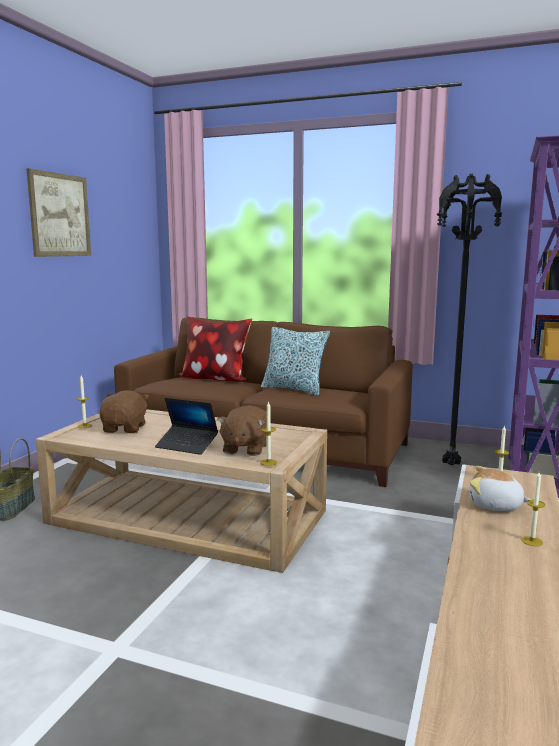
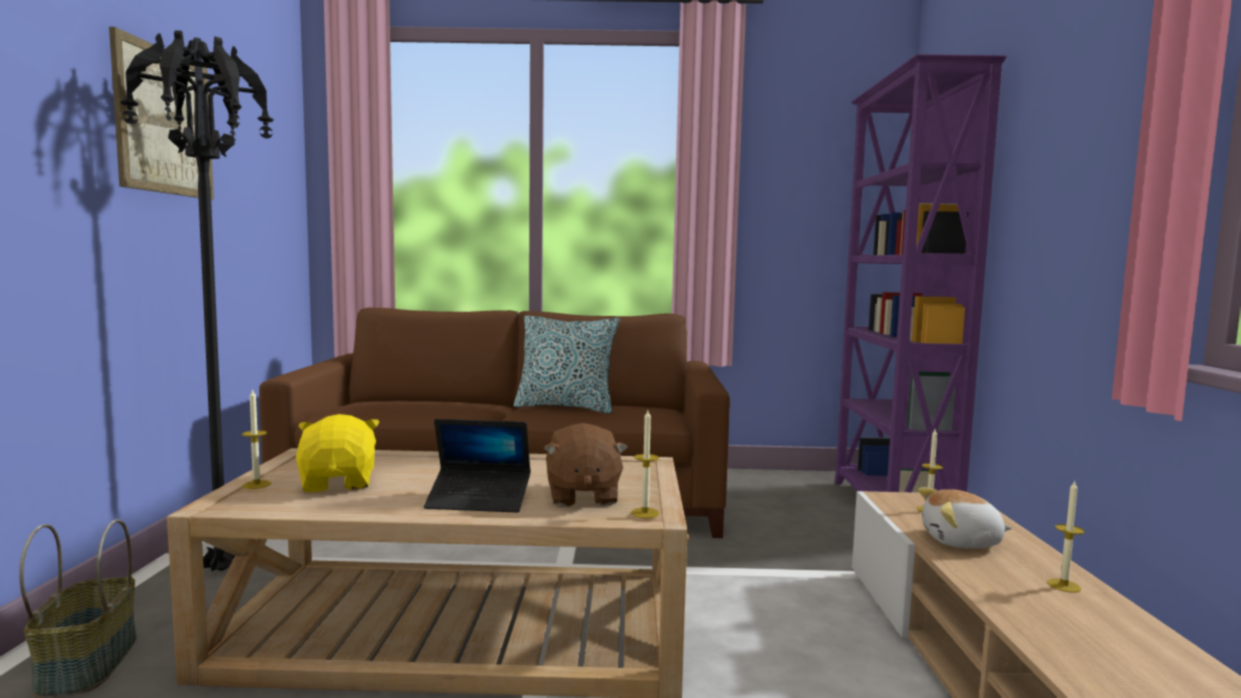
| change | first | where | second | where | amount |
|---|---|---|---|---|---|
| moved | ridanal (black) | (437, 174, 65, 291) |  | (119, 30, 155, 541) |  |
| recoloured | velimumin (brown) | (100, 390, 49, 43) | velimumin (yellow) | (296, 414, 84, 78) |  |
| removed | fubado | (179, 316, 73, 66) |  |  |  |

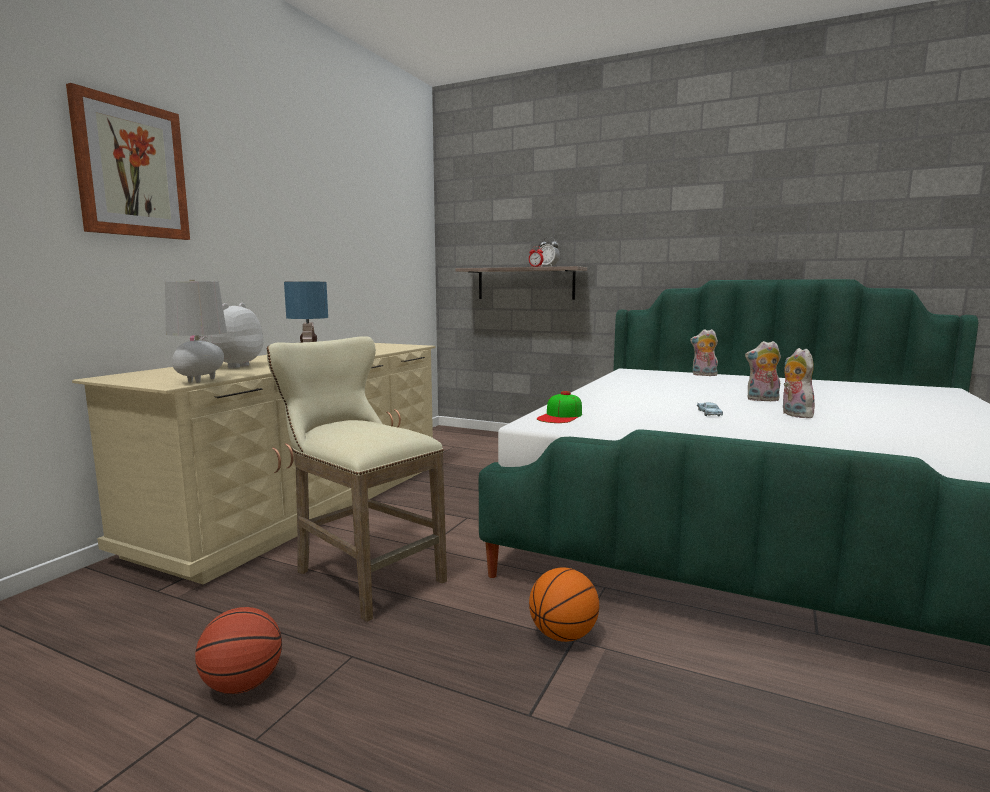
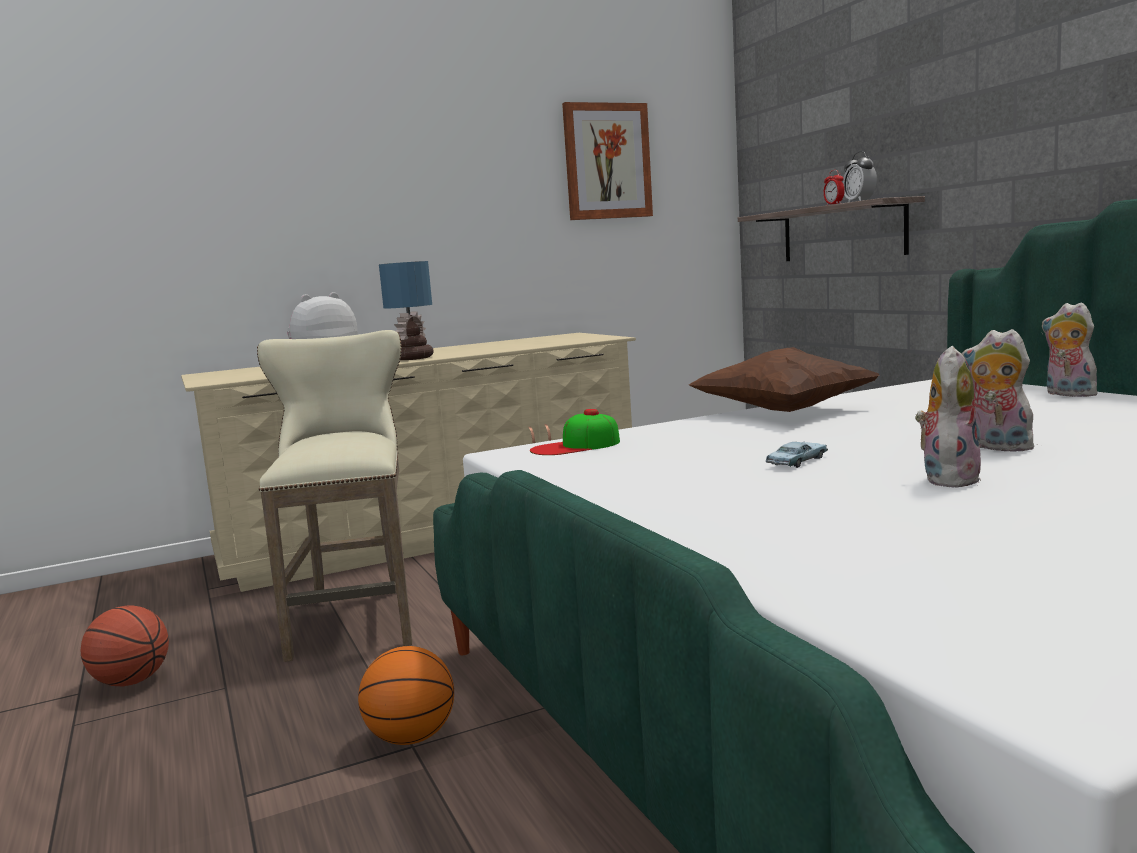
| change | first | where | second | where | amount |
|---|---|---|---|---|---|
| moved | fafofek | (66, 83, 124, 157) |  | (562, 102, 91, 118) |  |
| added |  |  | fubado (brown) | (689, 347, 191, 65) |  |
| removed | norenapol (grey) | (165, 280, 62, 103) |  |  |  |

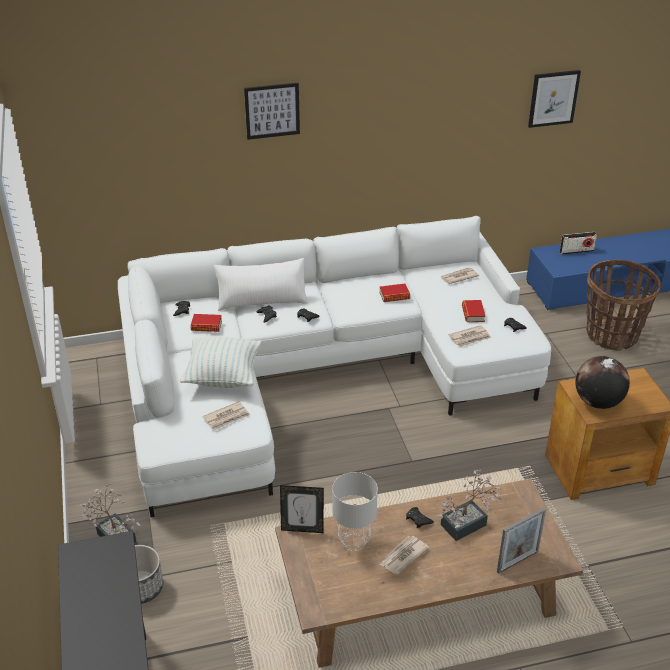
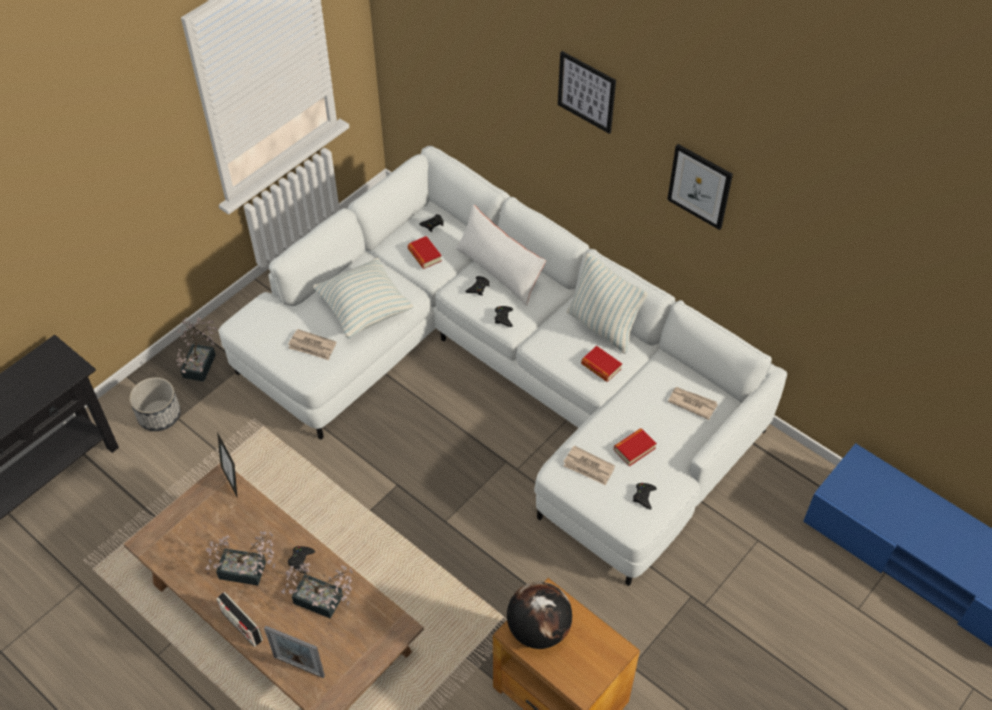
| change | first | where | second | where | amount |
|---|---|---|---|---|---|
| replaced | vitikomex | (379, 536, 50, 38) | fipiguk | (205, 531, 70, 55) |  |
| moved | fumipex | (560, 232, 37, 23) |  | (216, 592, 47, 55) |  |
| added |  |  | fubado | (567, 253, 81, 101) |  |
| moved | fafofek | (528, 70, 53, 58) |  | (667, 144, 66, 86) |  |
| removed | norenapol (grey) | (332, 472, 46, 79) |  |  |  |
| removed | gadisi | (586, 260, 75, 91) |  |  |  |

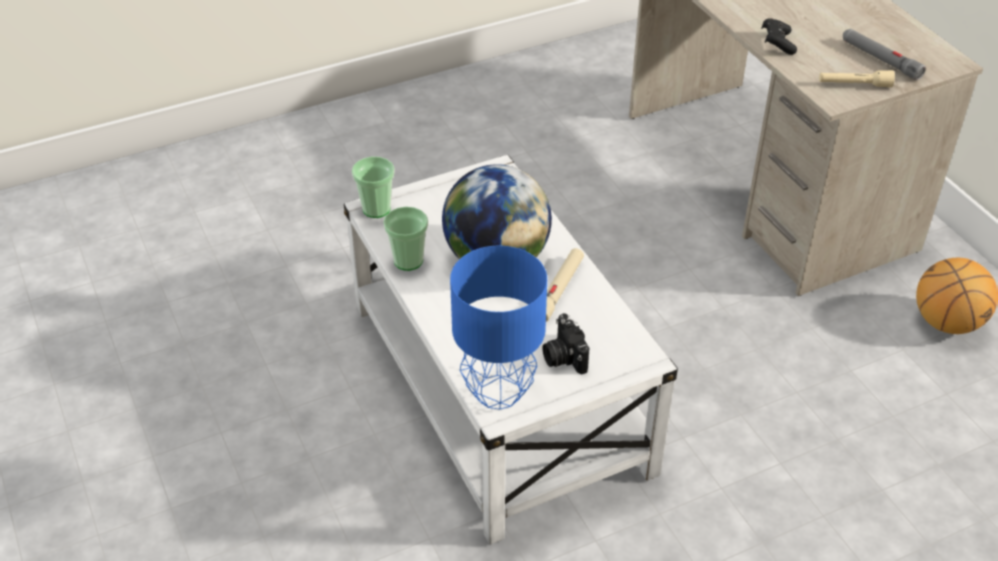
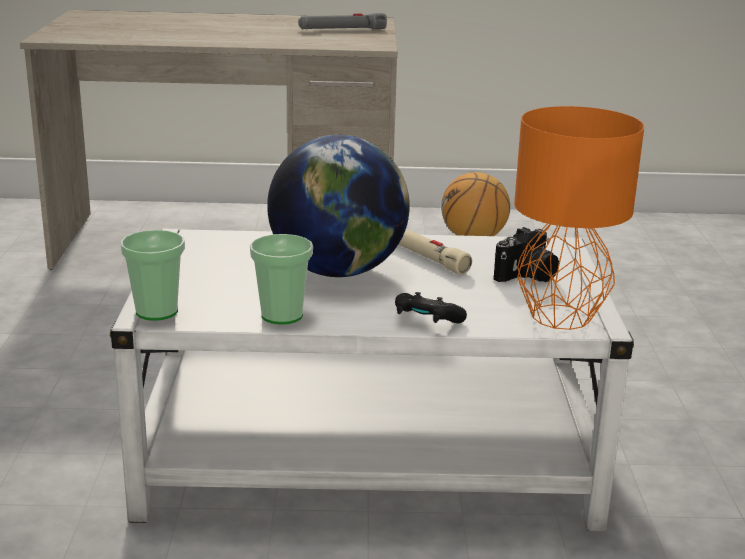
| change | first | where | second | where | amount |
|---|---|---|---|---|---|
| moved | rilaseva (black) | (761, 18, 36, 37) |  | (395, 292, 72, 32) |  |
| turned | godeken | (542, 313, 47, 61) |  | (494, 227, 65, 55) | 45 degrees counterclockwise |
| recoloured | norenapol (blue) | (450, 246, 97, 164) | norenapol (orange) | (514, 106, 130, 224) |  |
| removed | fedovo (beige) | (819, 70, 76, 18) |  |  |  |

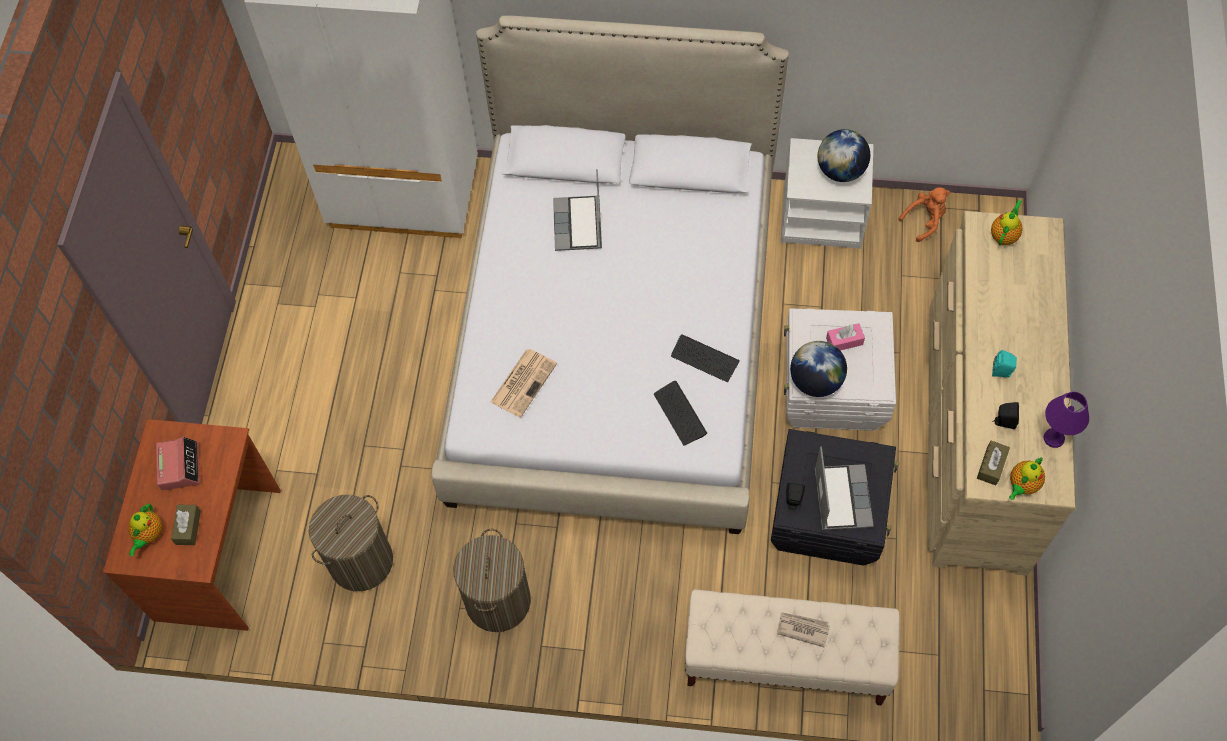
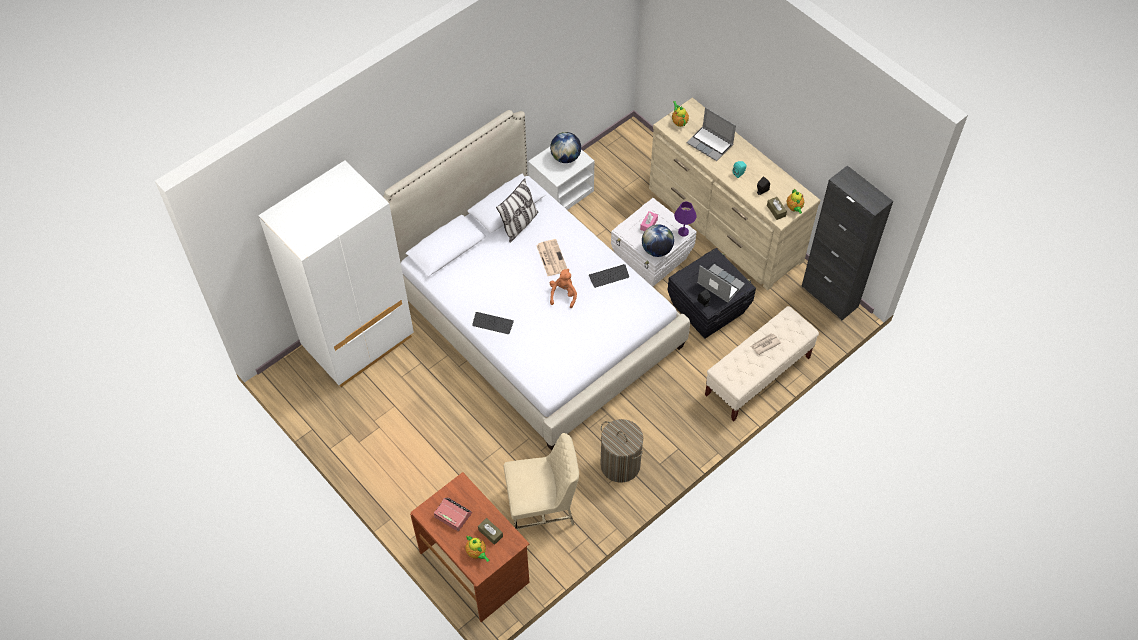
| change | first | where | second | where | amount |
|---|---|---|---|---|---|
| moved | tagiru | (654, 381, 53, 64) |  | (472, 312, 42, 22) |  |
| added |  |  | fubado | (496, 178, 43, 65) |  |
| replaced | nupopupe | (309, 495, 84, 96) | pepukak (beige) | (504, 433, 75, 98) |  |
| moved | vitikomex | (490, 349, 67, 69) |  | (536, 239, 31, 37) |  |
| moved | velimumin (orange) | (898, 187, 52, 55) |  | (550, 269, 27, 39) |  |
| moved | norenapol (purple) | (1044, 392, 45, 56) |  | (674, 201, 22, 35) |  |
| moved | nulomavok | (553, 169, 49, 82) |  | (687, 107, 49, 54) |  |
| added |  |  | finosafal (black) | (801, 165, 92, 155) |  |

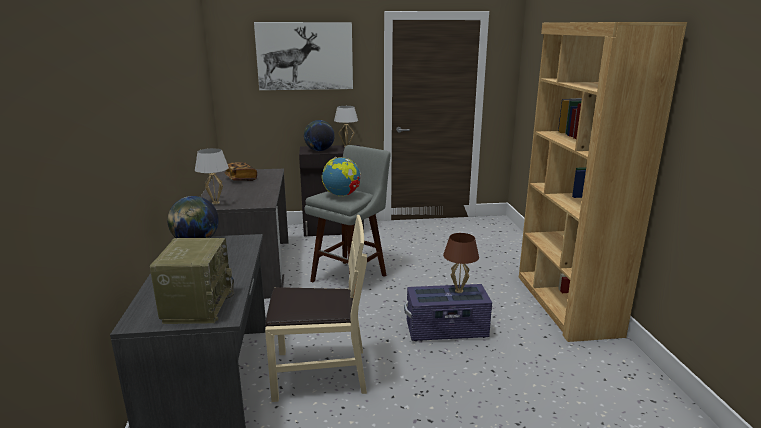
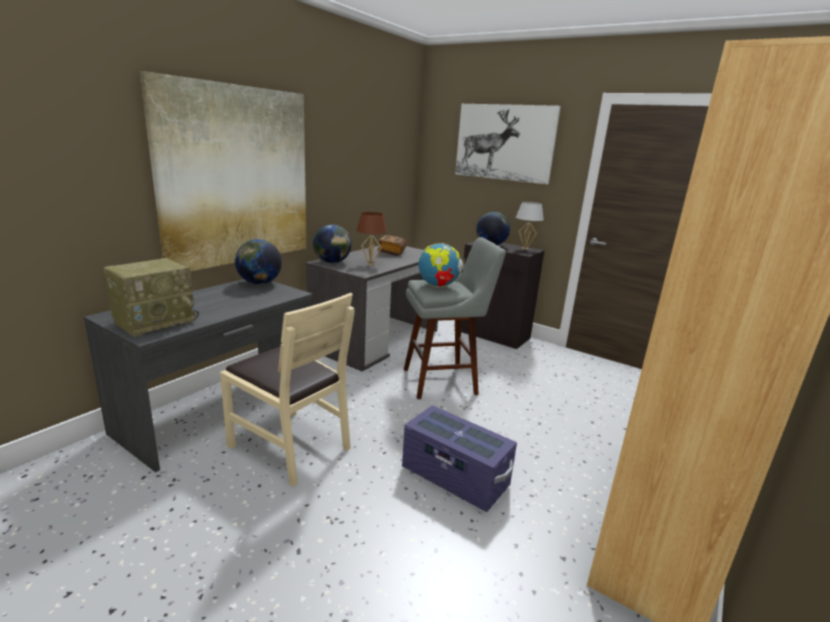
| change | first | where | second | where | amount |
|---|---|---|---|---|---|
| added |  |  | fafofek | (139, 71, 167, 200) |  |
| replaced | norenapol (white) | (195, 148, 34, 57) | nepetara | (313, 224, 39, 39) |  |
| moved | norenapol (brown) | (443, 233, 36, 60) |  | (356, 212, 31, 54) |  |

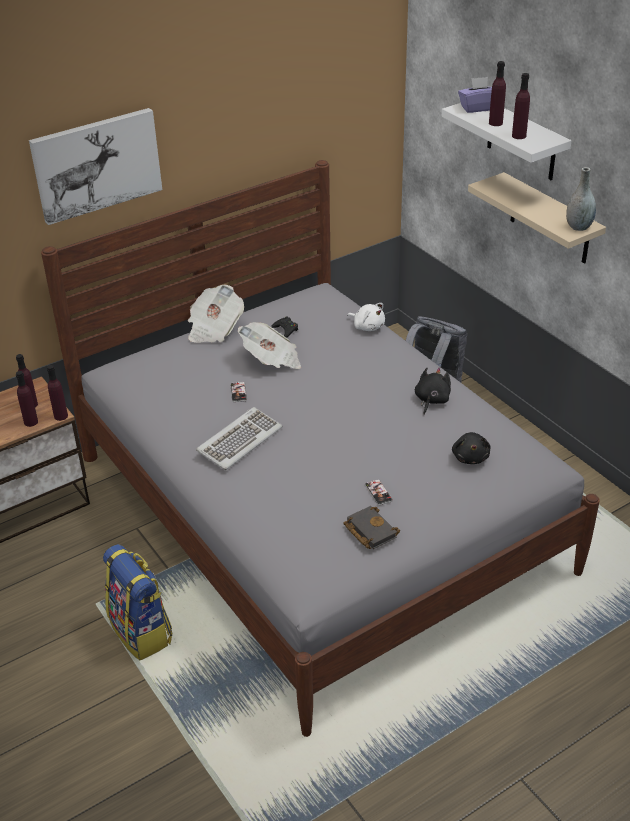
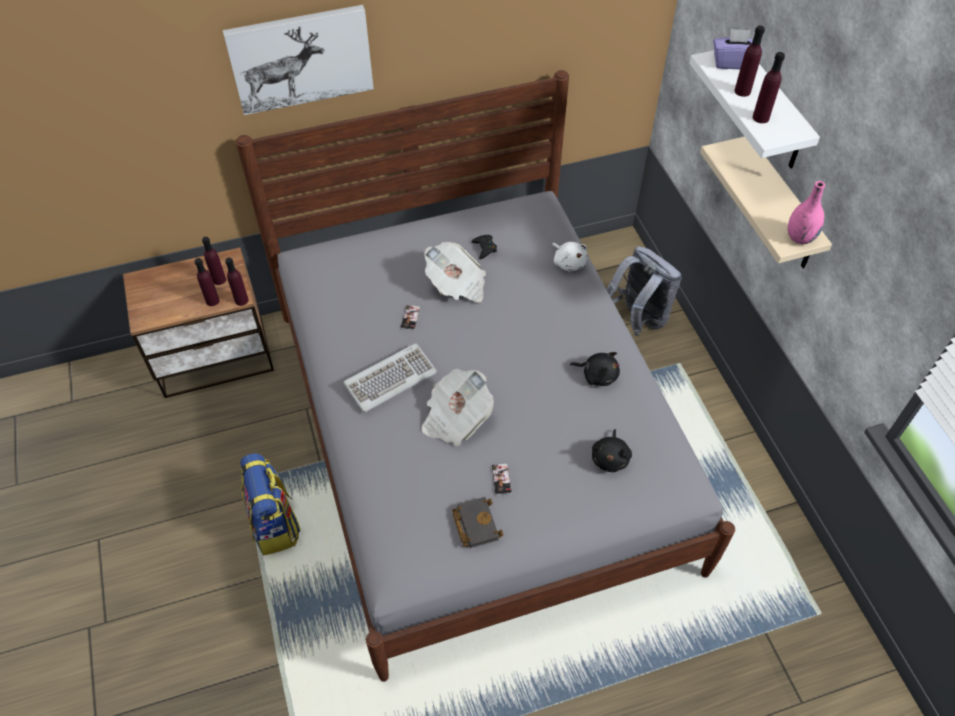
| change | first | where | second | where | amount |
|---|---|---|---|---|---|
| moved | vitikomex | (188, 284, 56, 59) |  | (421, 369, 73, 77) |  |
| turned | velimumin (black) | (415, 367, 36, 48) |  | (570, 352, 50, 34) | 75 degrees clockwise |
| recoloured | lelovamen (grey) | (566, 167, 30, 64) | lelovamen (pink) | (788, 181, 37, 63) |  |

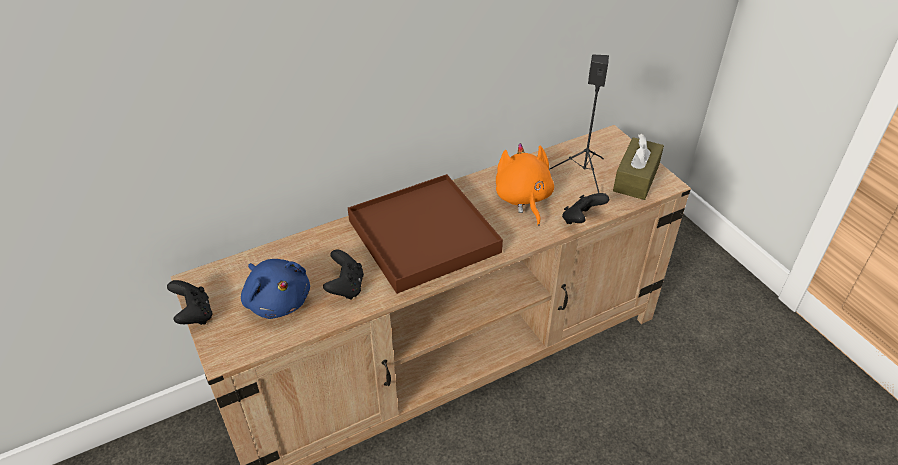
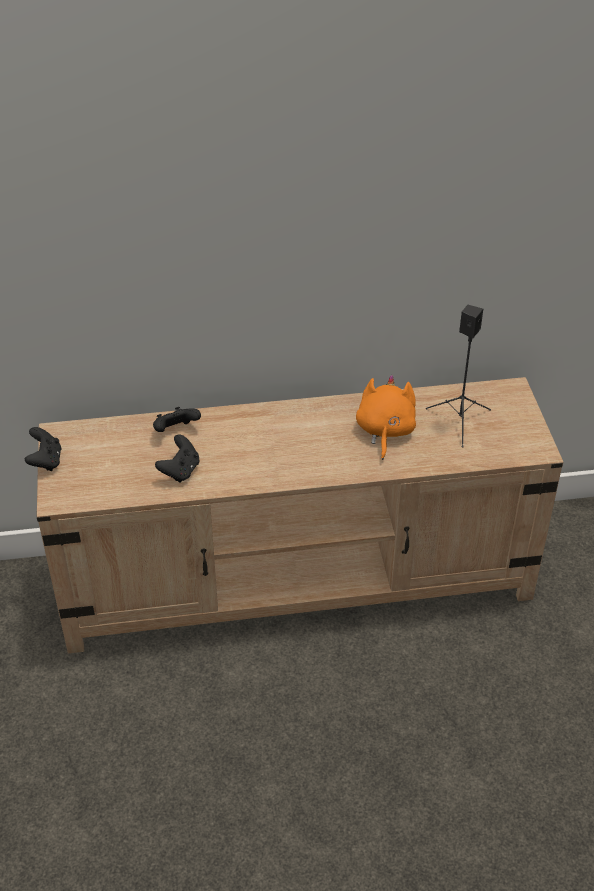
| change | first | where | second | where | amount |
|---|---|---|---|---|---|
| moved | rilaseva (black) | (562, 193, 47, 31) |  | (153, 407, 48, 25) |  |
| removed | velimumin (blue) | (241, 259, 69, 60) |  |  |  |
| removed | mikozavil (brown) | (348, 174, 155, 120) |  |  |  |
| removed | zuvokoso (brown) | (613, 134, 51, 66) |  |  |  |

